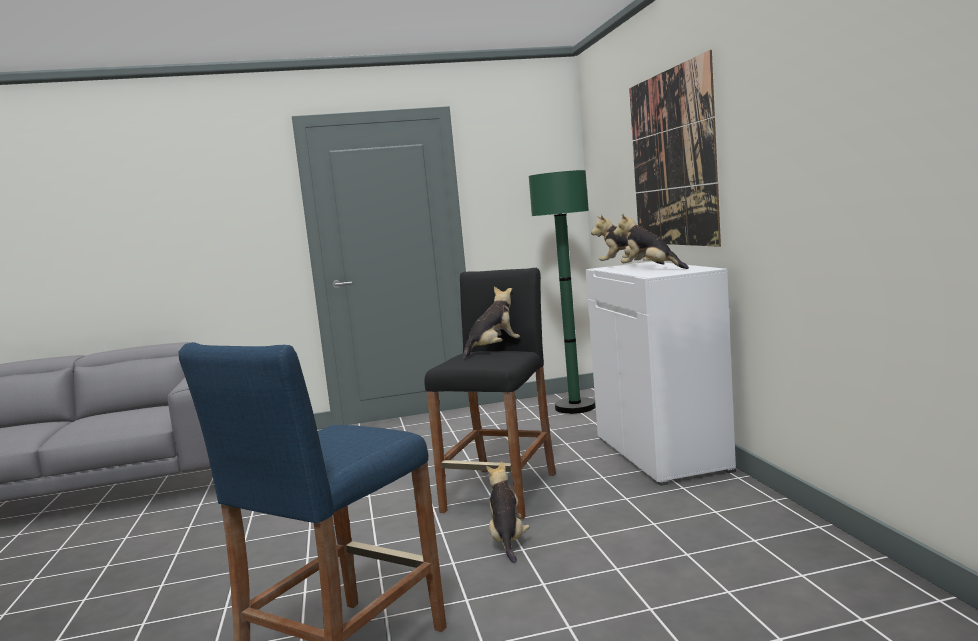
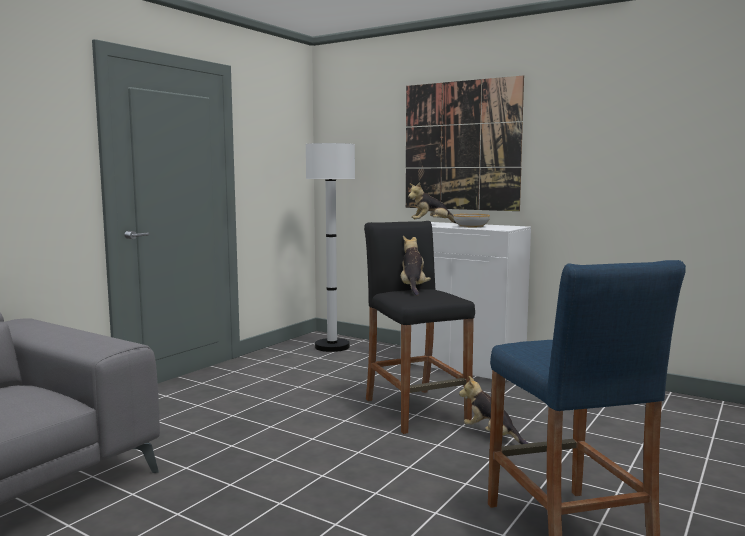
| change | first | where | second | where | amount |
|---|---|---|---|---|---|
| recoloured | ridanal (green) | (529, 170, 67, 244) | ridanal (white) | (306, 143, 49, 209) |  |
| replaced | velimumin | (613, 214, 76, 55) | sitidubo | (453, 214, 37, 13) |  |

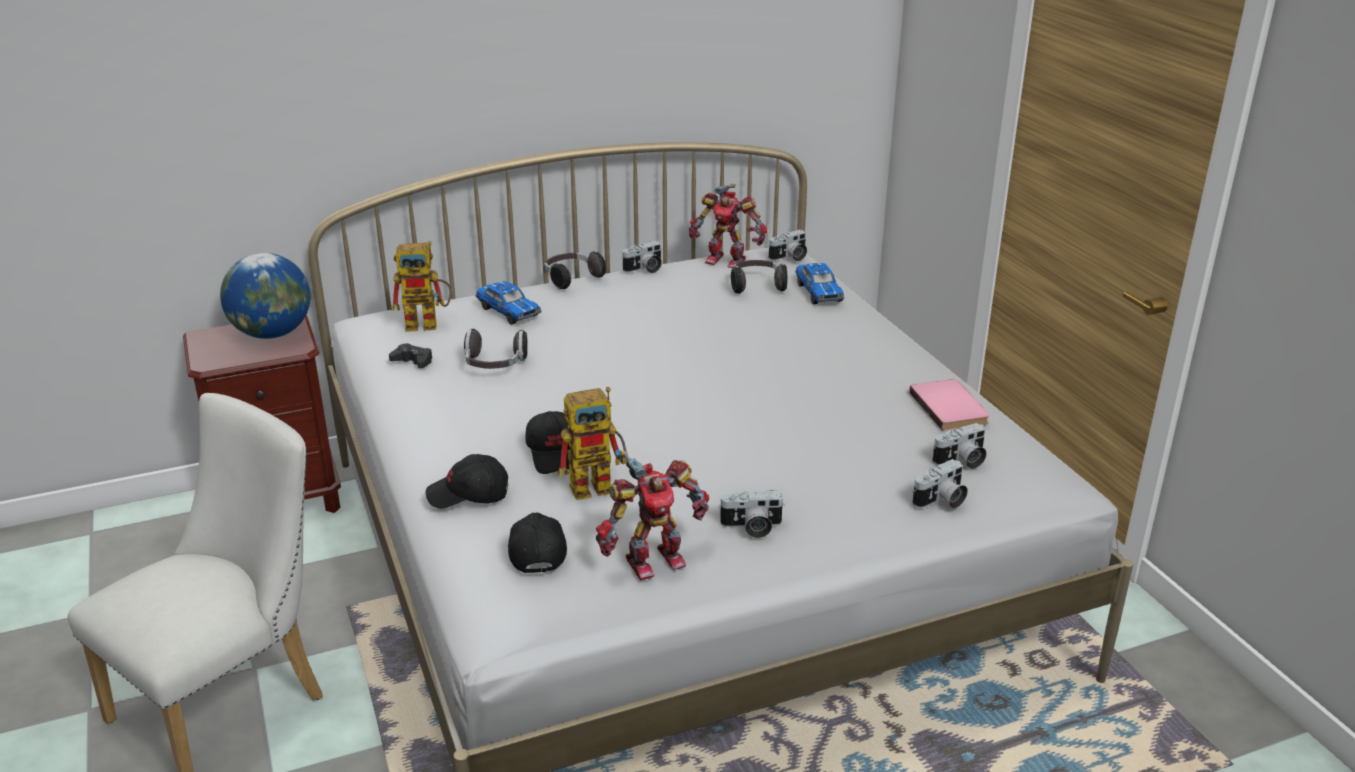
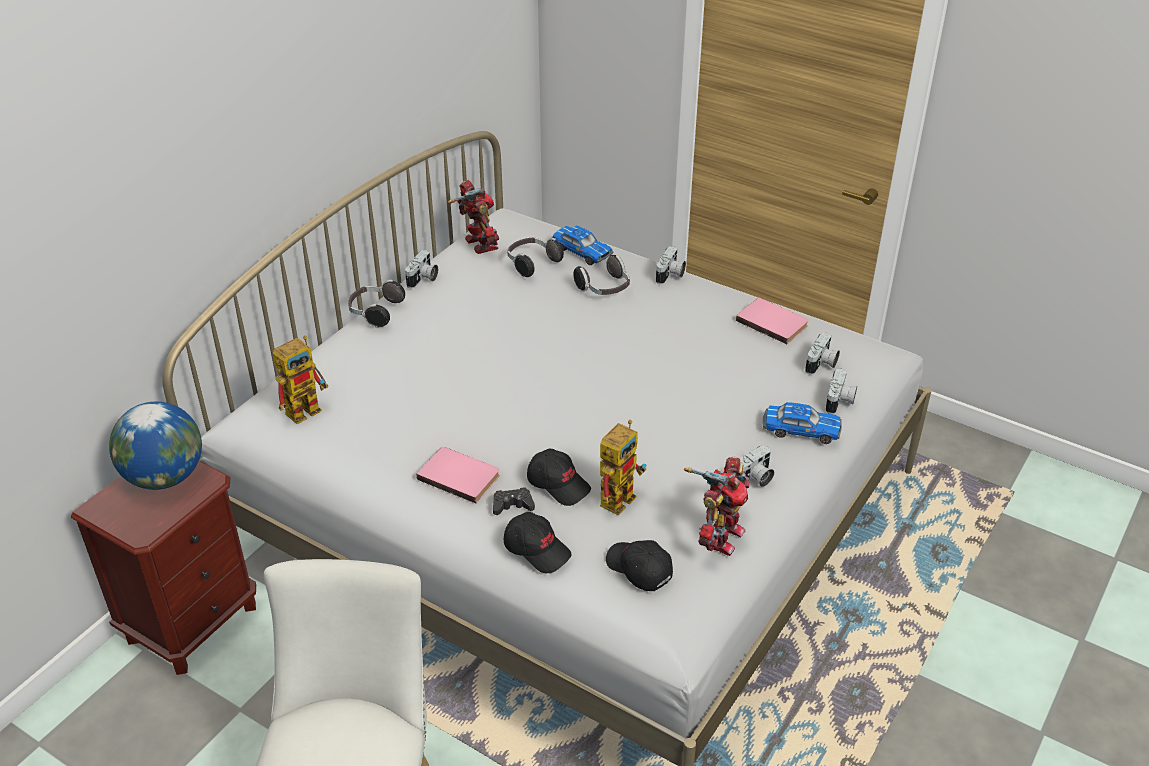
| change | first | where | second | where | amount |
|---|---|---|---|---|---|
| added |  |  | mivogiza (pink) | (416, 447, 84, 56) |  |
| turned | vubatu | (689, 184, 78, 84) |  | (448, 180, 51, 74) | 105 degrees counterclockwise |
| moved | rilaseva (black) | (389, 343, 44, 25) |  | (493, 487, 42, 28) |  |
| turned | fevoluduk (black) | (425, 454, 83, 55) |  | (504, 512, 68, 61) | 105 degrees counterclockwise |
| moved | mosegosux | (464, 329, 64, 40) |  | (573, 255, 57, 40) |  |
| moved | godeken | (769, 229, 38, 32) |  | (656, 246, 30, 38) |  |
| moved | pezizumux | (476, 281, 66, 44) |  | (763, 402, 79, 42) |  |

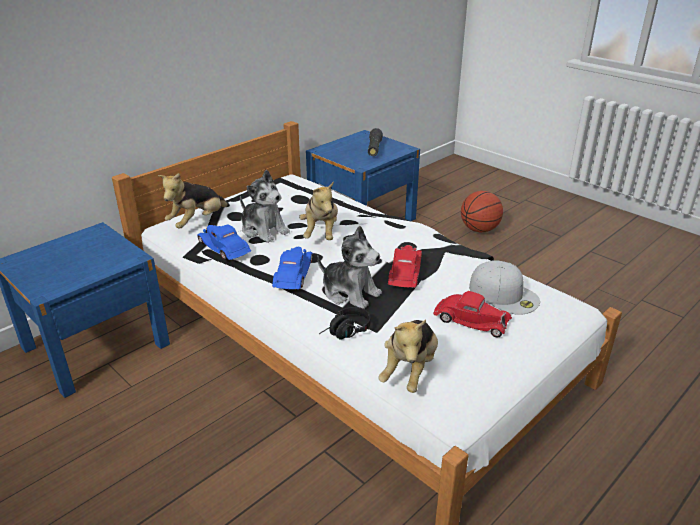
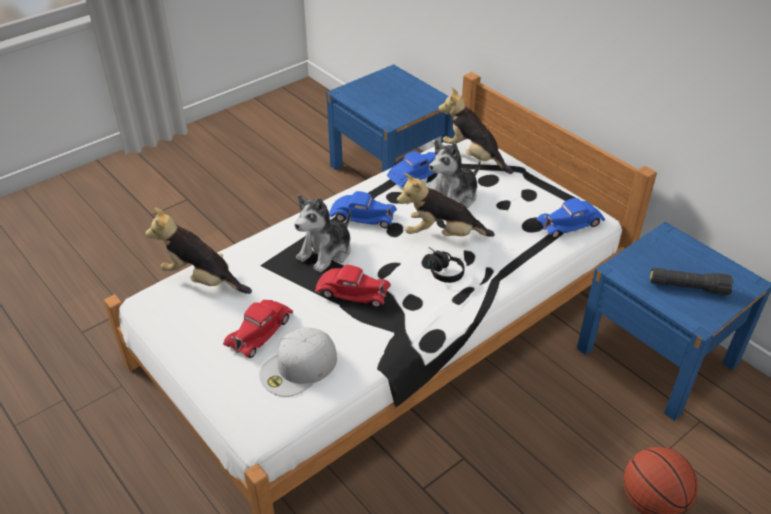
| change | first | where | second | where | amount |
|---|---|---|---|---|---|
| moved | mosegosux (black) | (319, 307, 52, 33) |  | (427, 247, 38, 36) |  |
| added |  |  | pezizumux (blue) | (537, 198, 68, 40) |  |

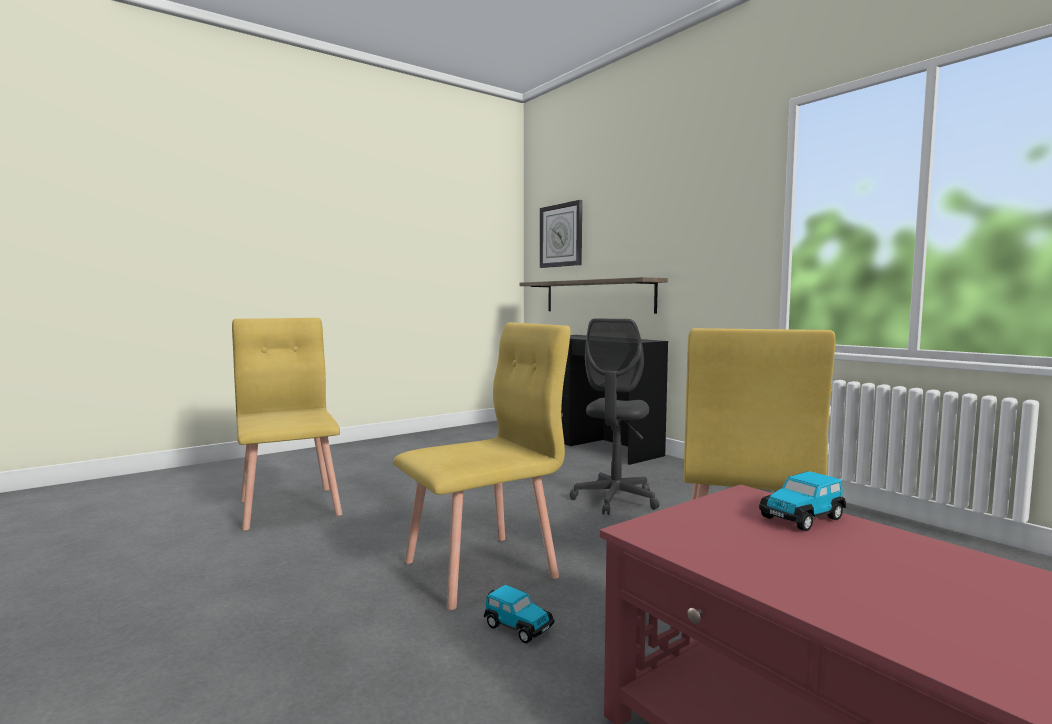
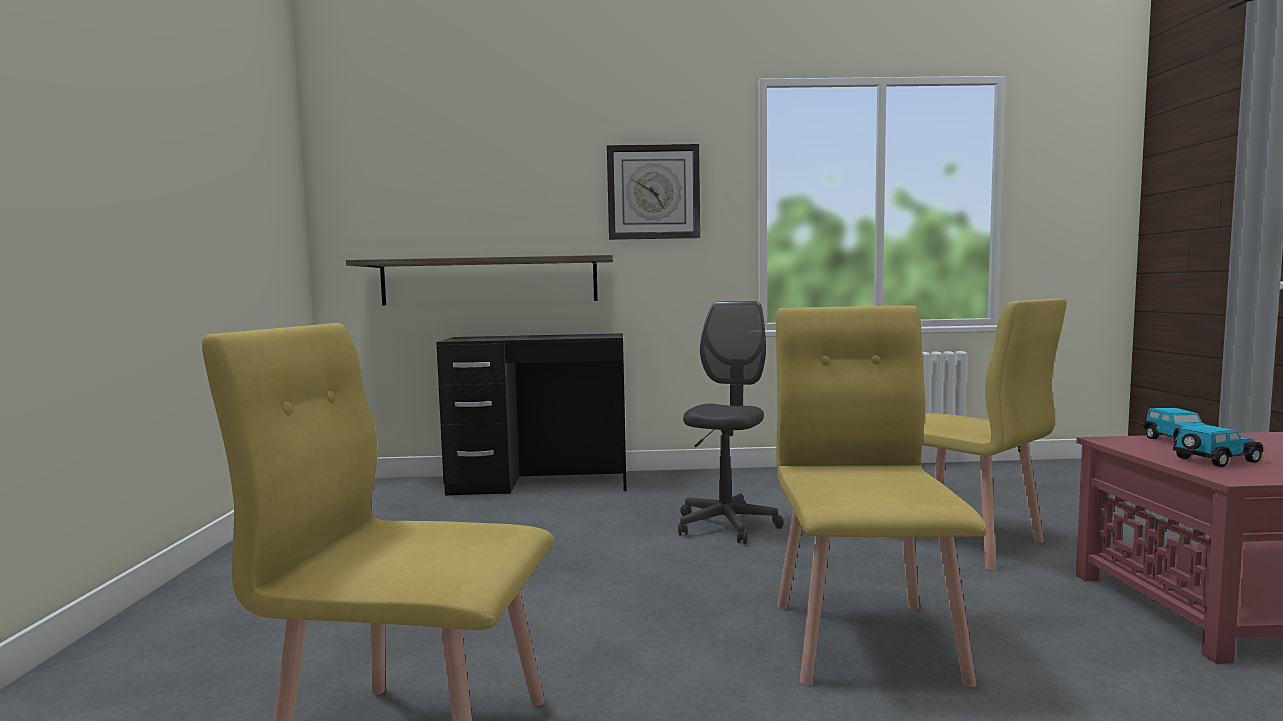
| change | first | where | second | where | amount |
|---|---|---|---|---|---|
| moved | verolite | (540, 200, 42, 68) |  | (607, 144, 93, 96) |  |
| turned | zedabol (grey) | (570, 319, 89, 196) |  | (678, 301, 106, 243) | 120 degrees counterclockwise |
| moved | pezizumux | (483, 585, 71, 58) |  | (1173, 425, 90, 42) |  |

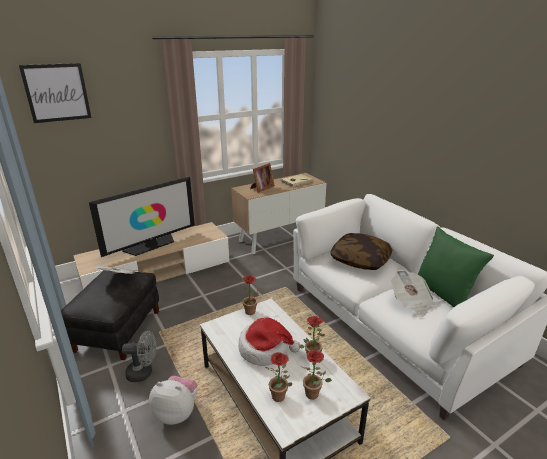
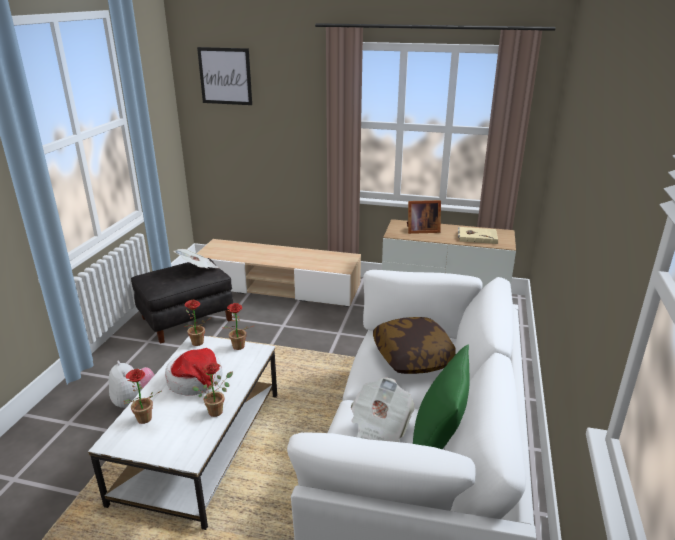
| change | first | where | second | where | amount |
|---|---|---|---|---|---|
| moved | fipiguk | (302, 350, 30, 49) |  | (184, 300, 28, 46) |  |
| removed | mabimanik | (89, 176, 106, 81) |  |  |  |
| removed | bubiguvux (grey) | (122, 331, 34, 51) |  |  |  |

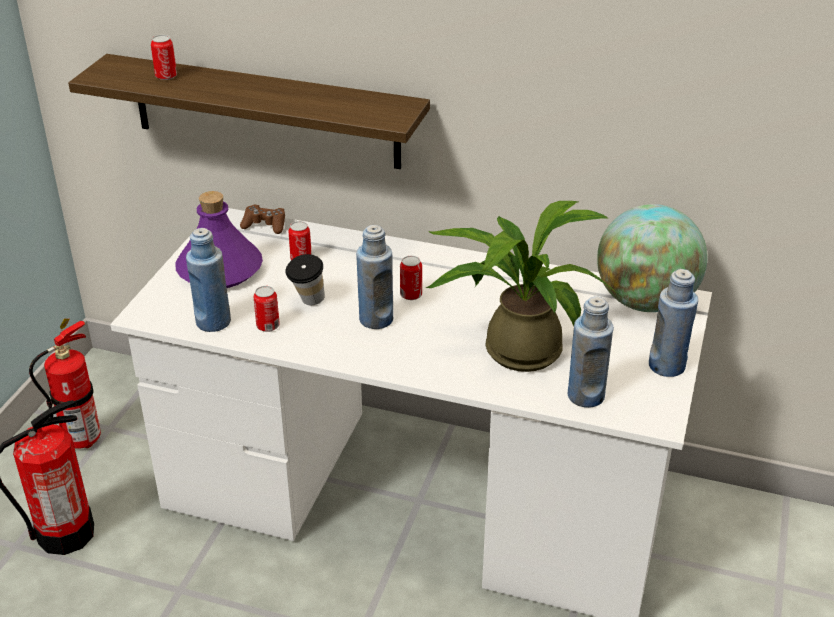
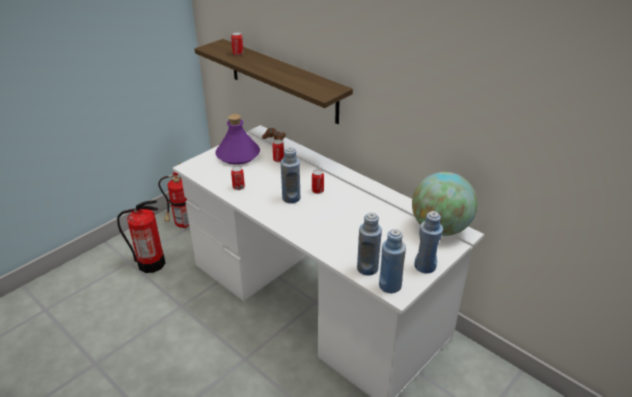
| change | first | where | second | where | amount |
|---|---|---|---|---|---|
| moved | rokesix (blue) | (186, 228, 45, 104) |  | (379, 229, 27, 64) |  |
| removed | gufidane | (285, 254, 40, 51) |  |  |  |
| removed | fipiguk | (425, 201, 193, 171) |  |  |  |

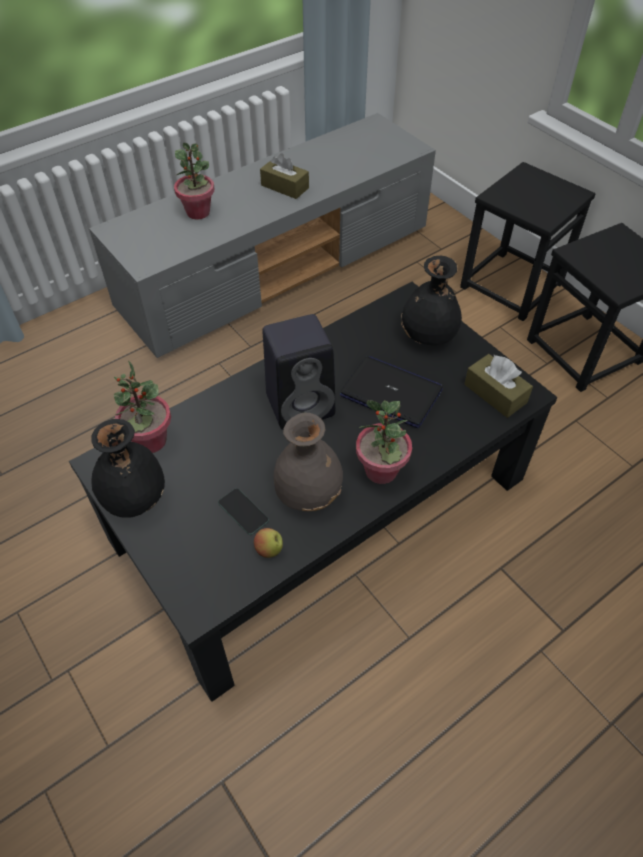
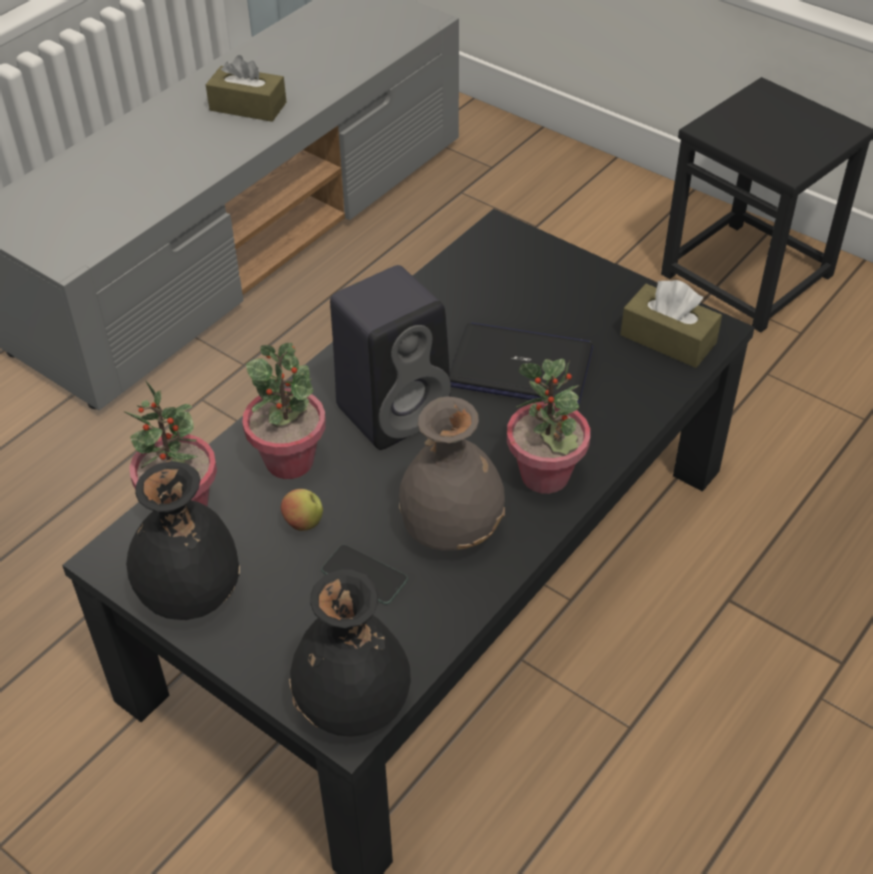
| change | first | where | second | where | amount |
|---|---|---|---|---|---|
| moved | fipiguk | (174, 143, 40, 77) |  | (242, 343, 84, 136) |  |
| moved | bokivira | (254, 528, 29, 30) |  | (280, 489, 43, 42) |  |
| moved | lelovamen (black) | (401, 256, 61, 89) |  | (289, 569, 122, 168) |  |
| removed | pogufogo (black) | (460, 162, 135, 159) |  |  |  |

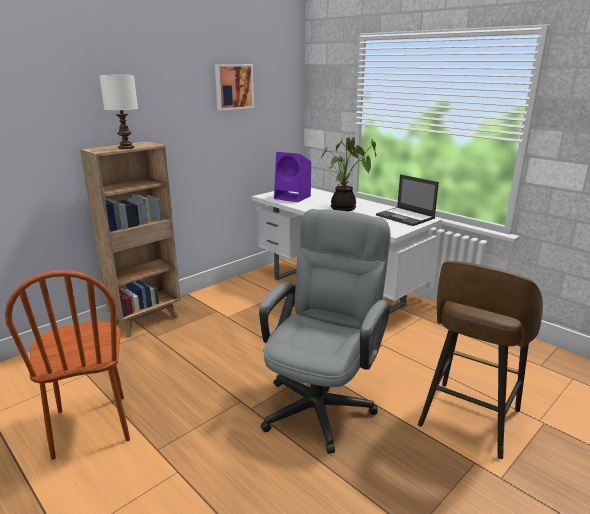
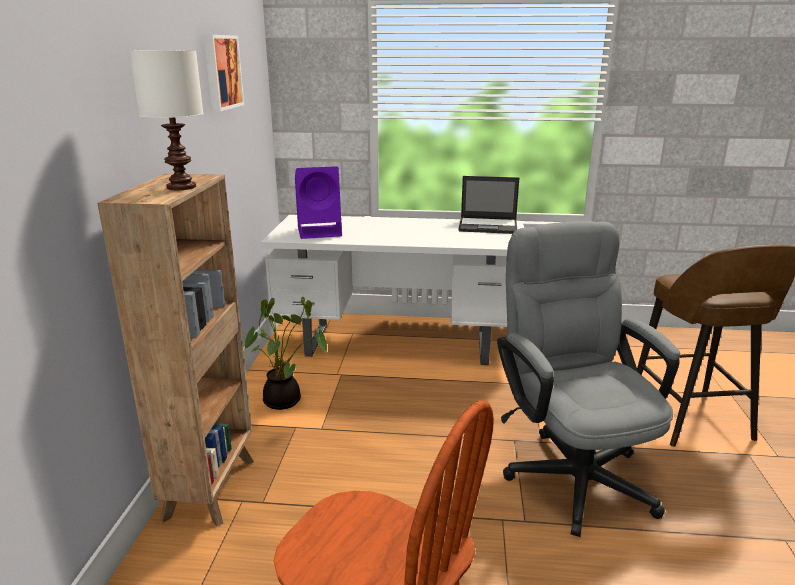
| change | first | where | second | where | amount |
|---|---|---|---|---|---|
| moved | fipiguk | (320, 137, 57, 74) |  | (244, 297, 83, 113) |  |

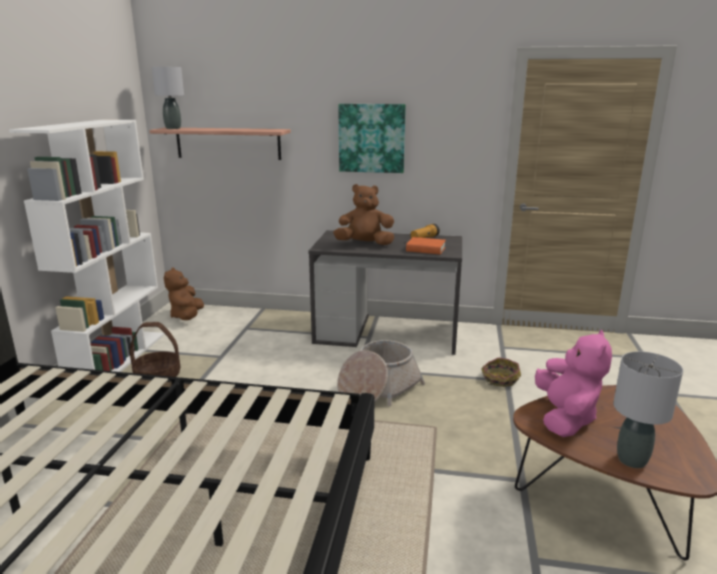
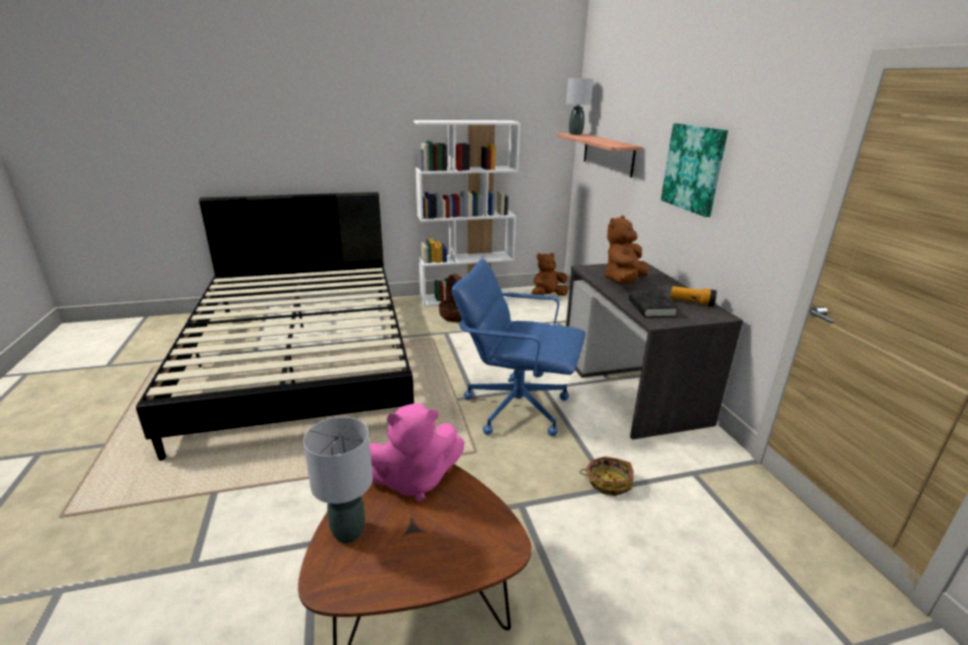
| change | first | where | second | where | amount |
|---|---|---|---|---|---|
| replaced | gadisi | (337, 340, 88, 66) | zedabol (blue) | (451, 259, 135, 177) |  |
| turned | velimumin (brown) | (333, 184, 61, 61) |  | (604, 215, 45, 69) | 120 degrees counterclockwise |
| recoloured | mivogiza (orange) | (406, 237, 40, 18) | mivogiza (black) | (629, 291, 49, 27) |  |

